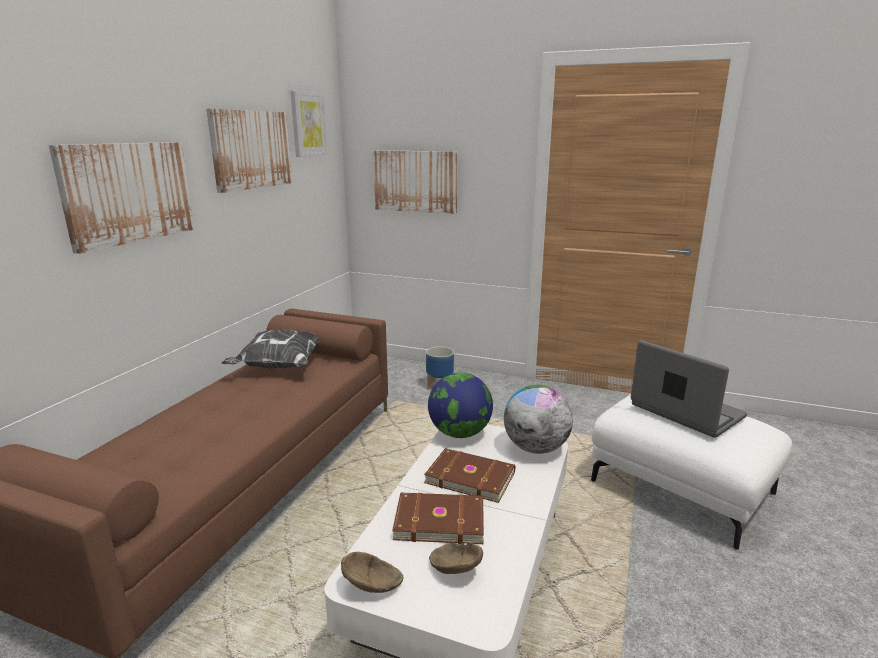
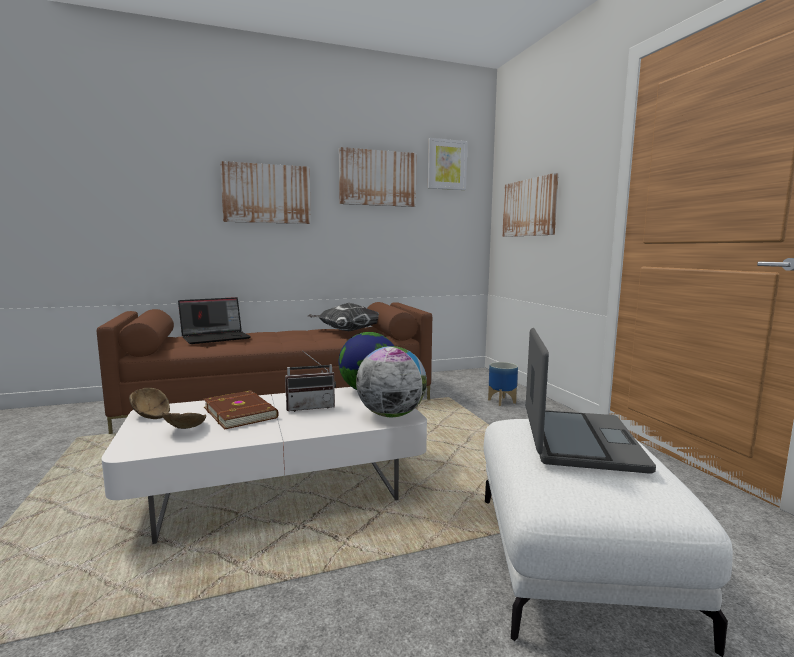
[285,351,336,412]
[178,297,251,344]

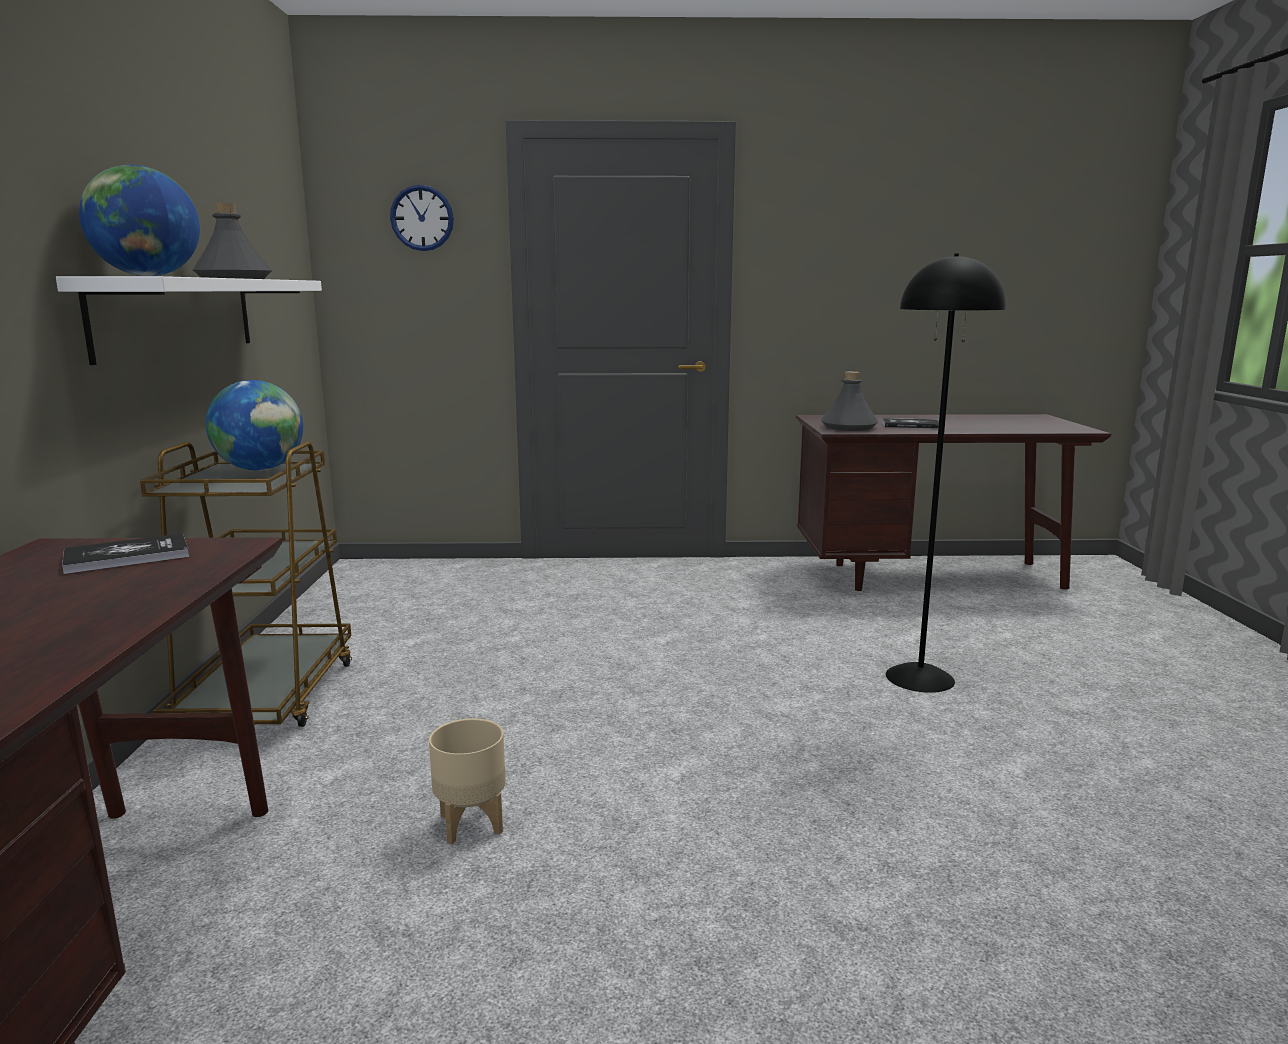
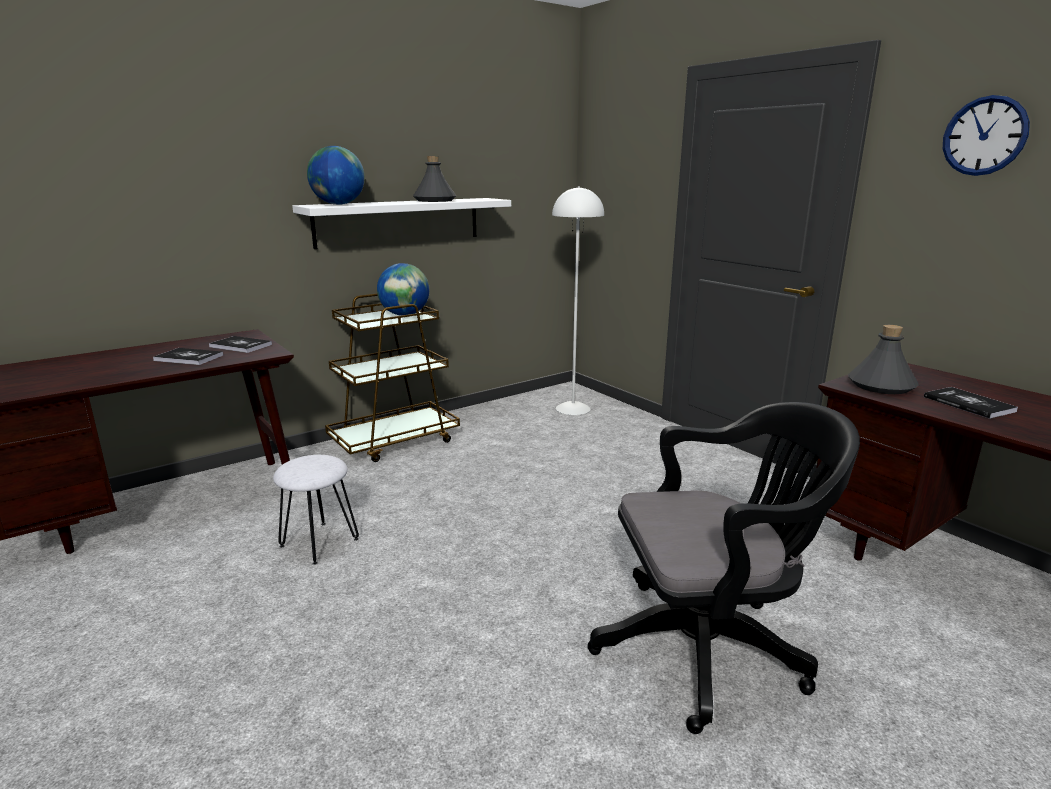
[943,95,1030,176]
[588,402,860,734]
[273,455,359,565]
[552,186,604,415]
[153,348,223,365]

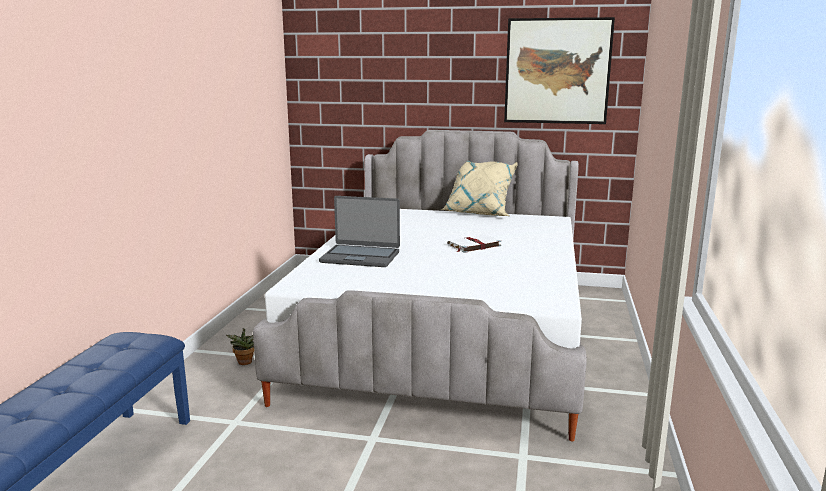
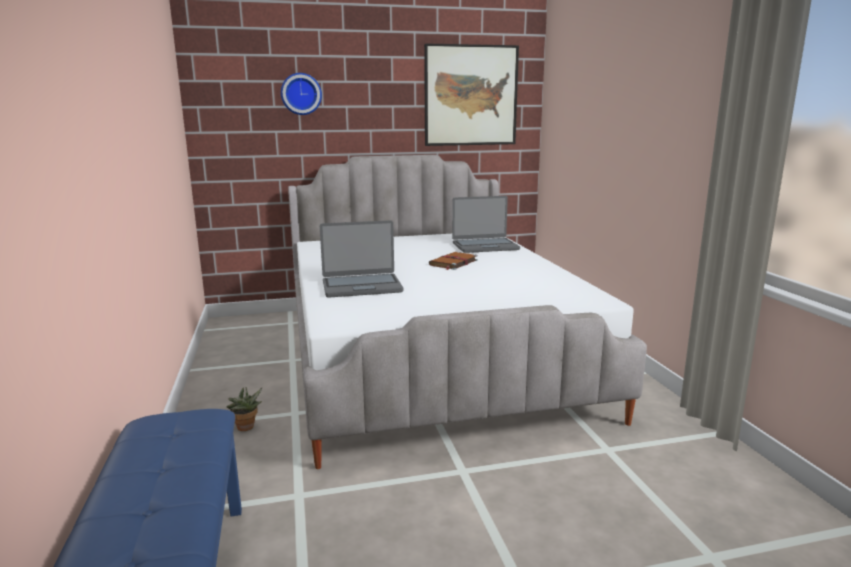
[441,161,518,216] (first image)
[429,252,478,270]
[281,73,322,115]
[452,196,520,253]

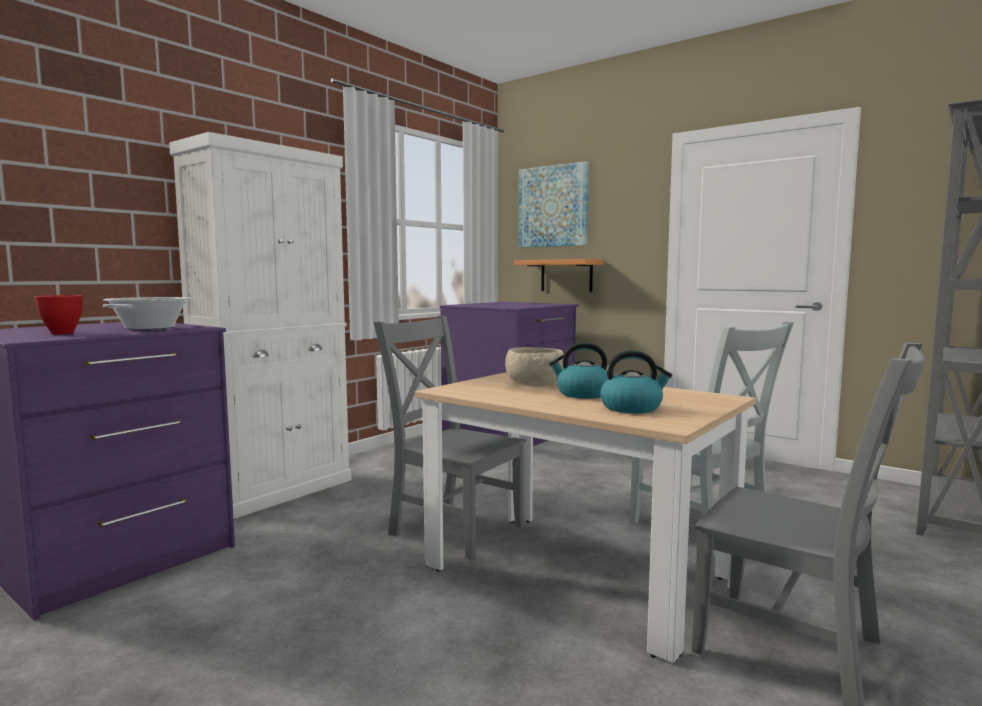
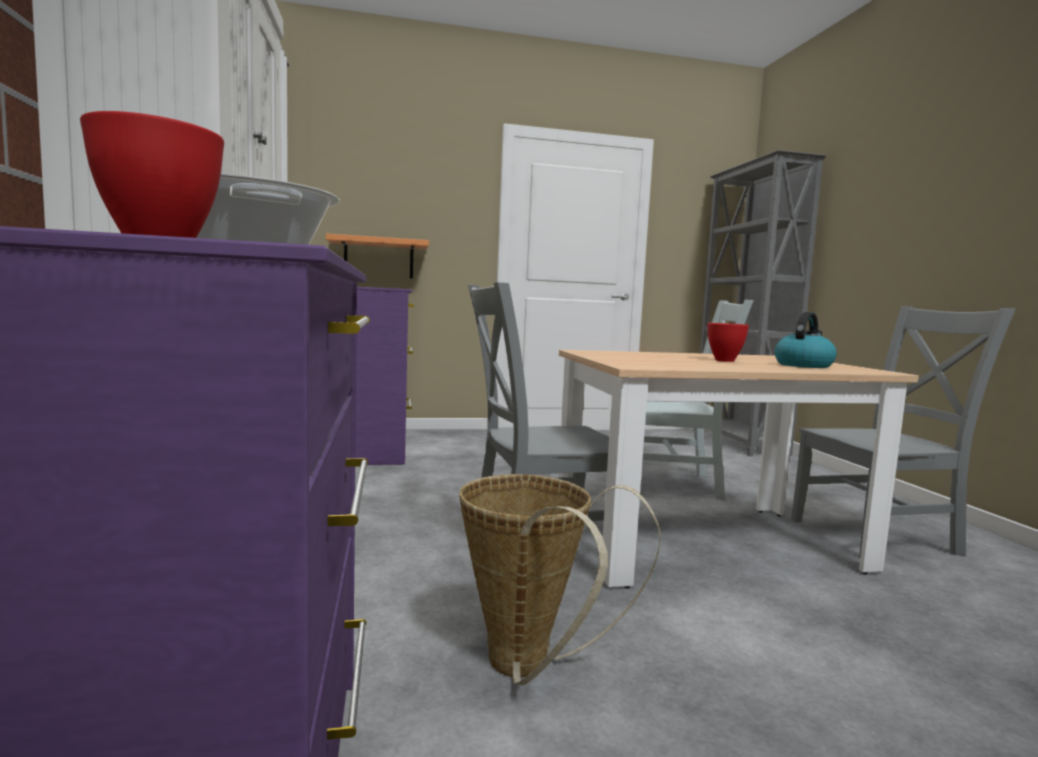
[518,161,589,247] (first image)
[707,323,749,362]
[505,347,564,387] (first image)
[459,474,661,685]

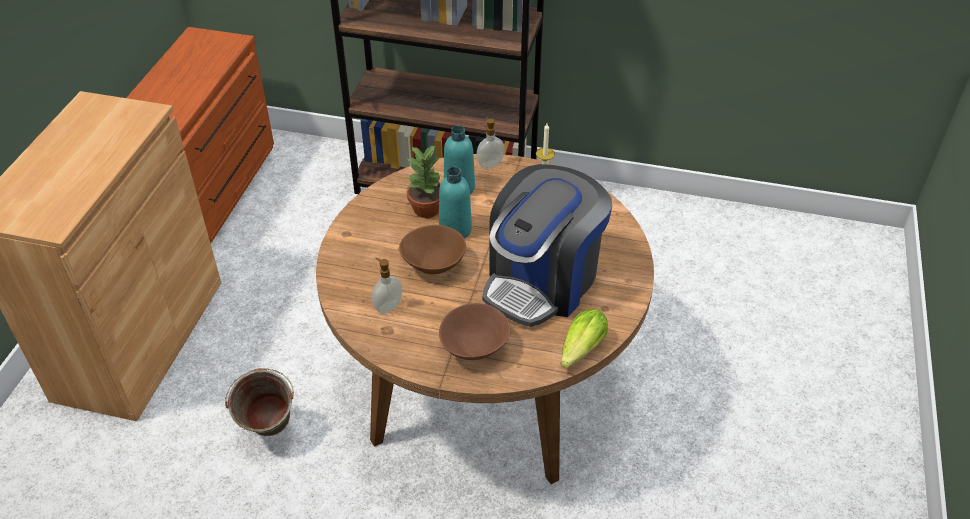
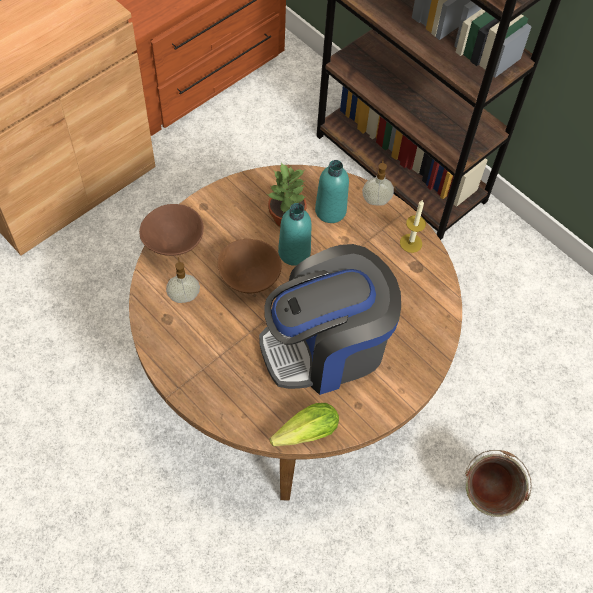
[139,204,204,256]
[465,450,532,517]

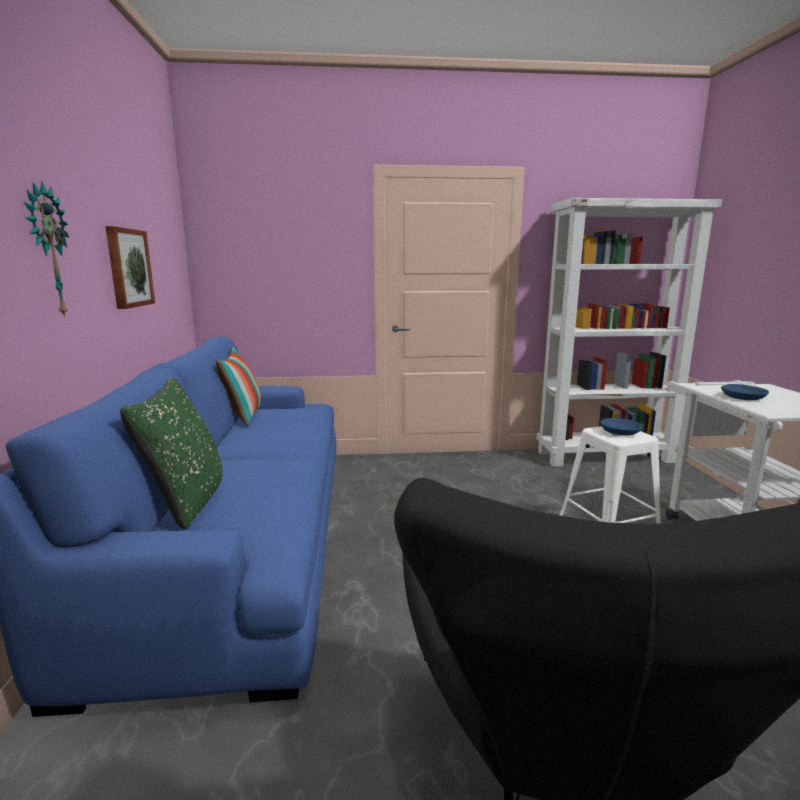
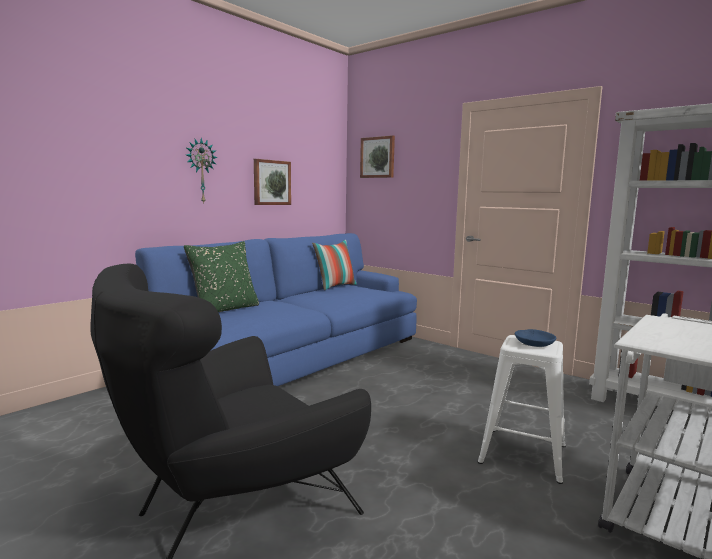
[721,384,769,400] (first image)
[360,135,395,178]

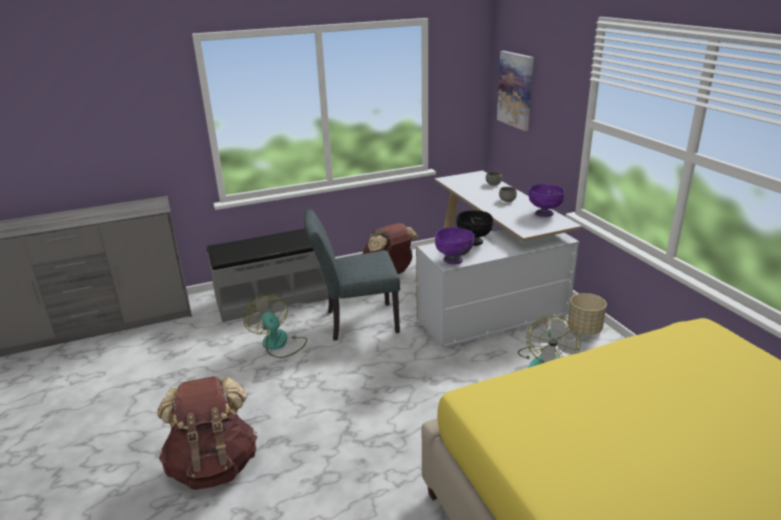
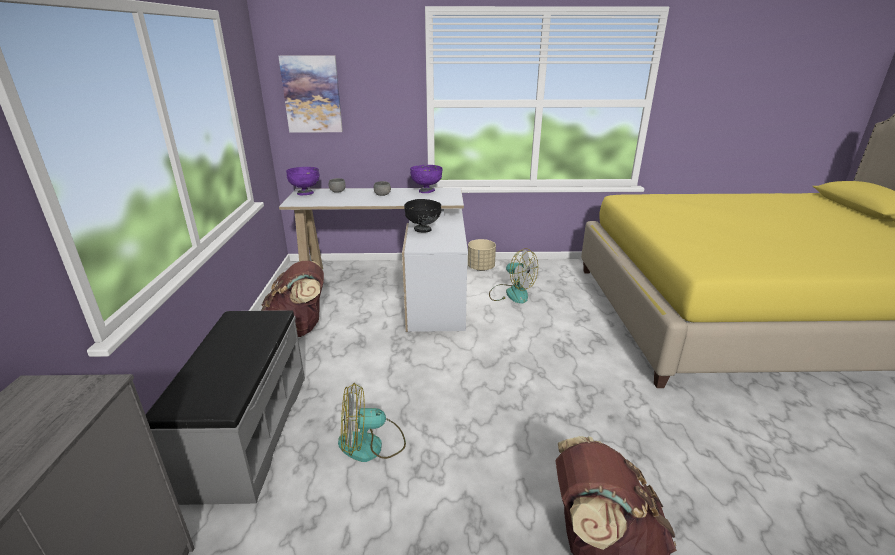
[304,209,400,341] (first image)
[286,167,320,195]

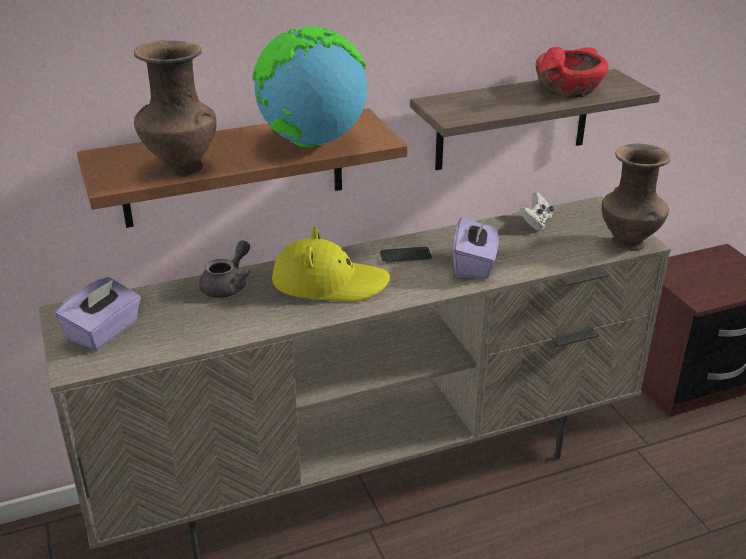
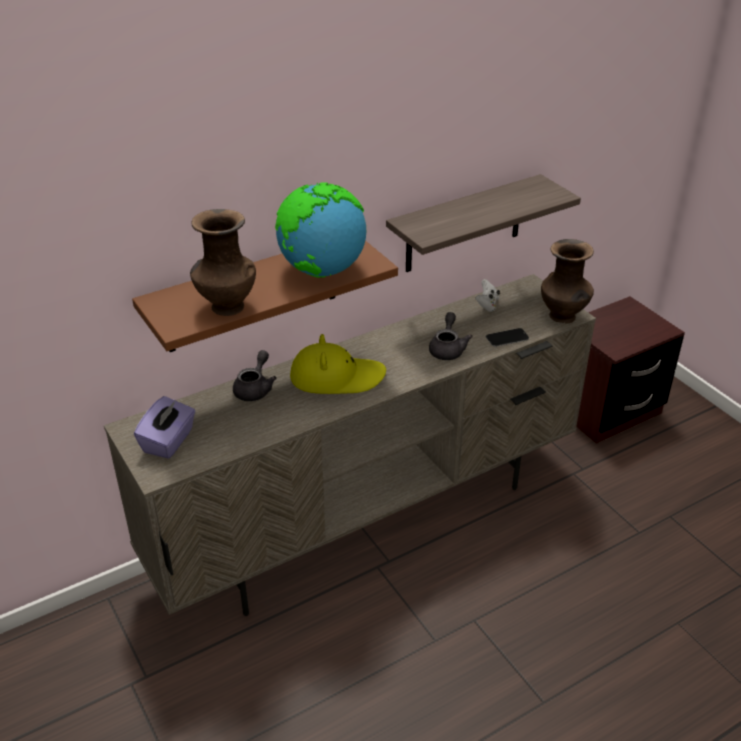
[535,47,608,98] (first image)
[429,312,473,360]
[486,328,529,347]

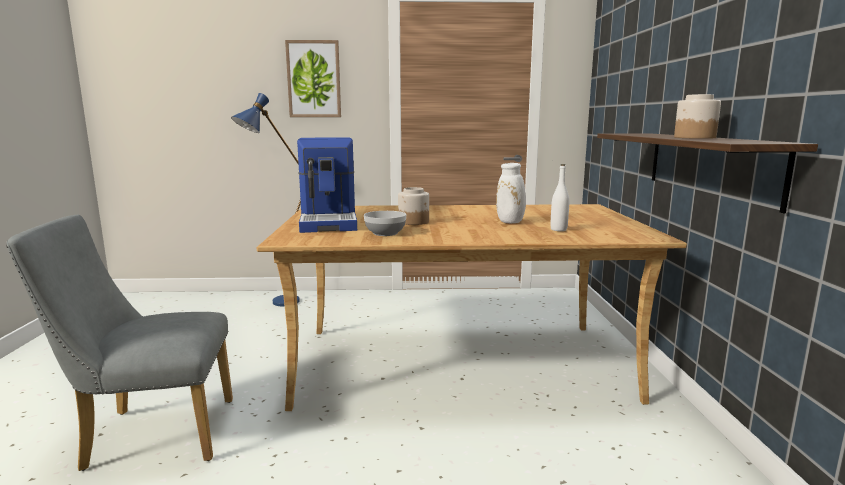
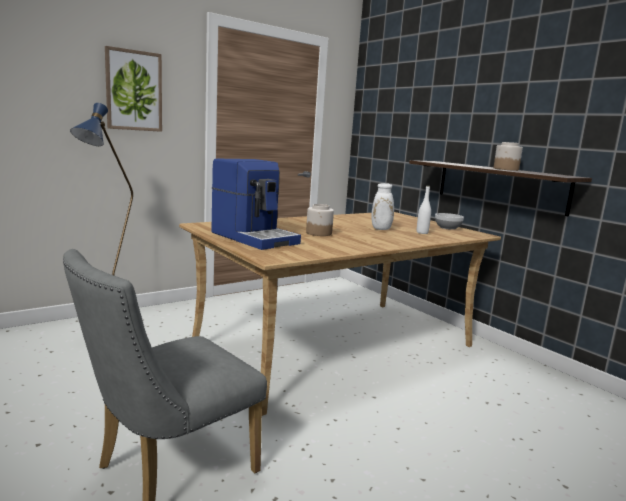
[435,213,464,230]

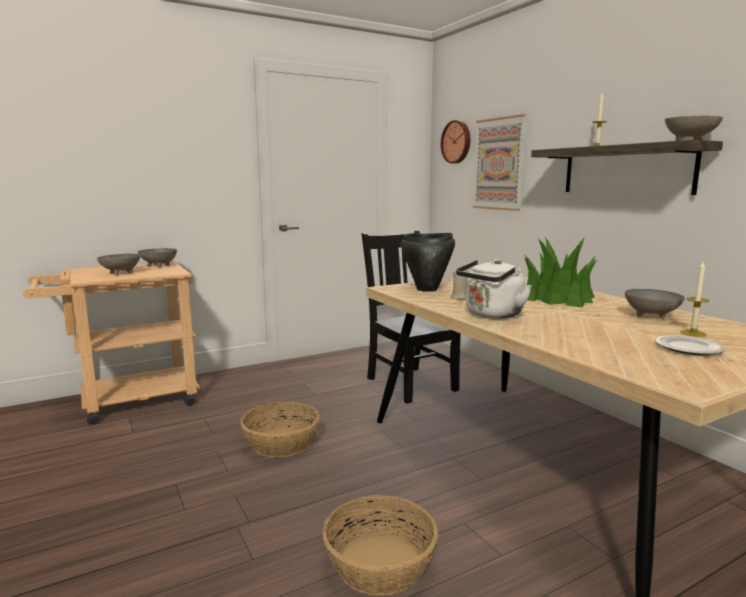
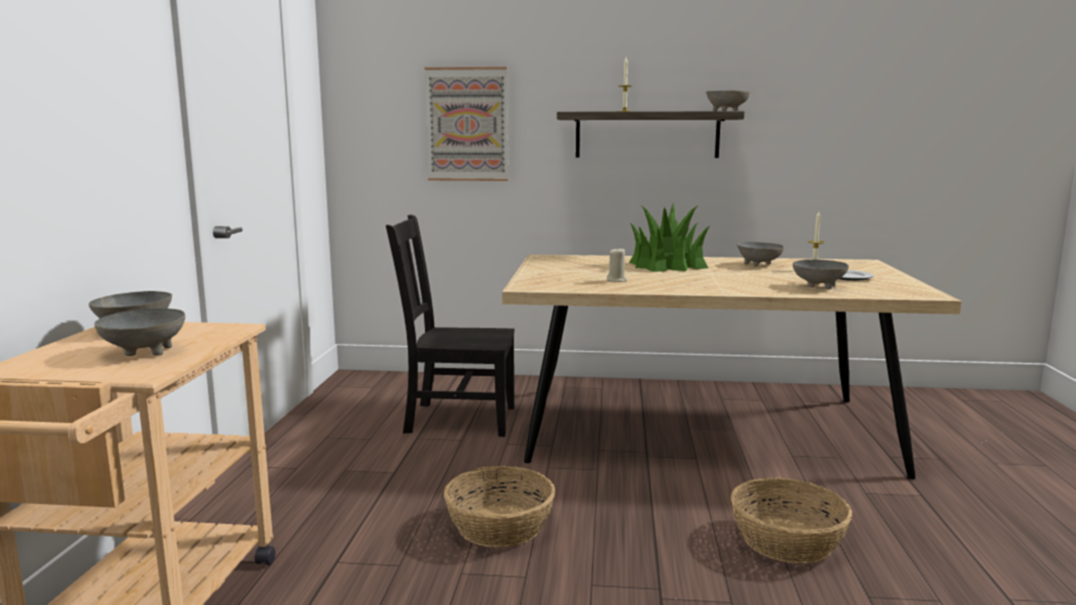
[441,120,470,164] (first image)
[401,233,455,292] (first image)
[456,259,532,318] (first image)
[793,260,849,289]

